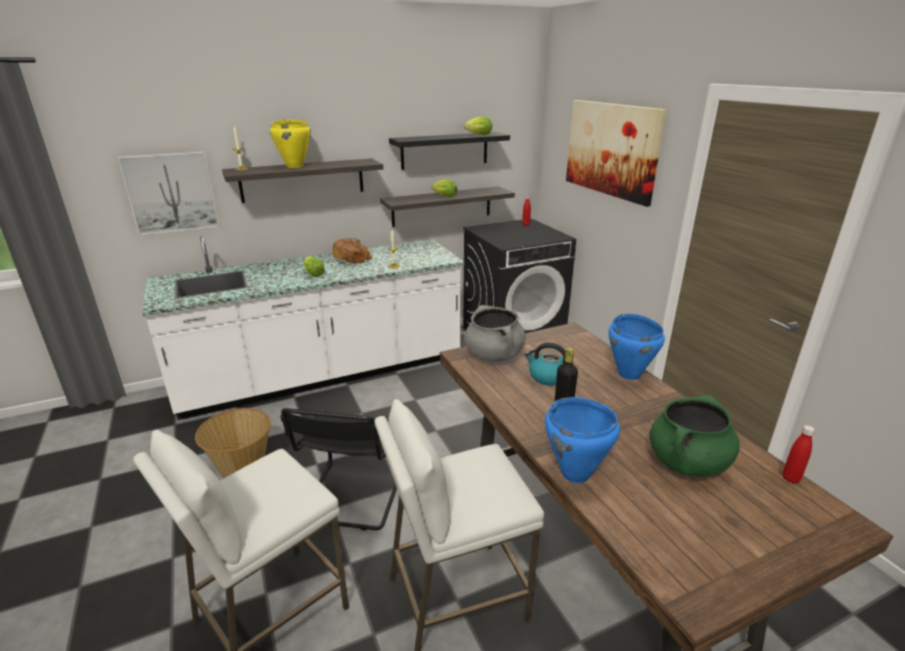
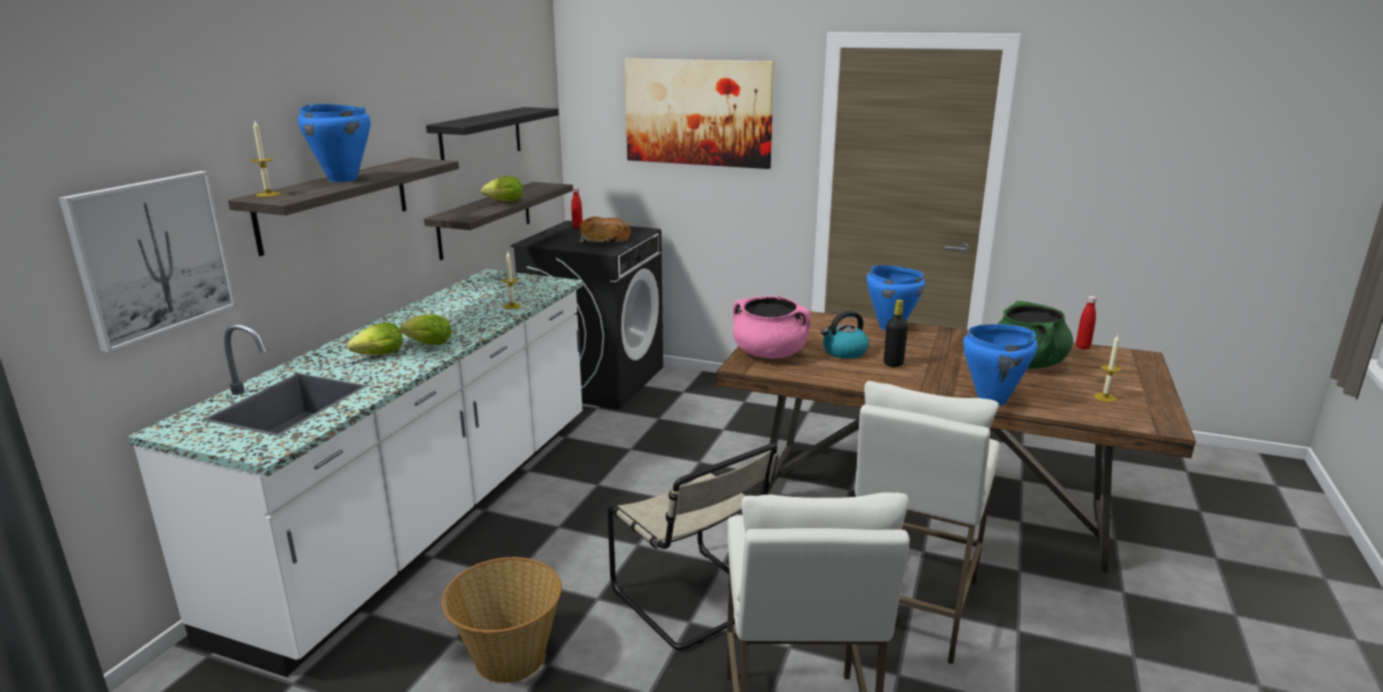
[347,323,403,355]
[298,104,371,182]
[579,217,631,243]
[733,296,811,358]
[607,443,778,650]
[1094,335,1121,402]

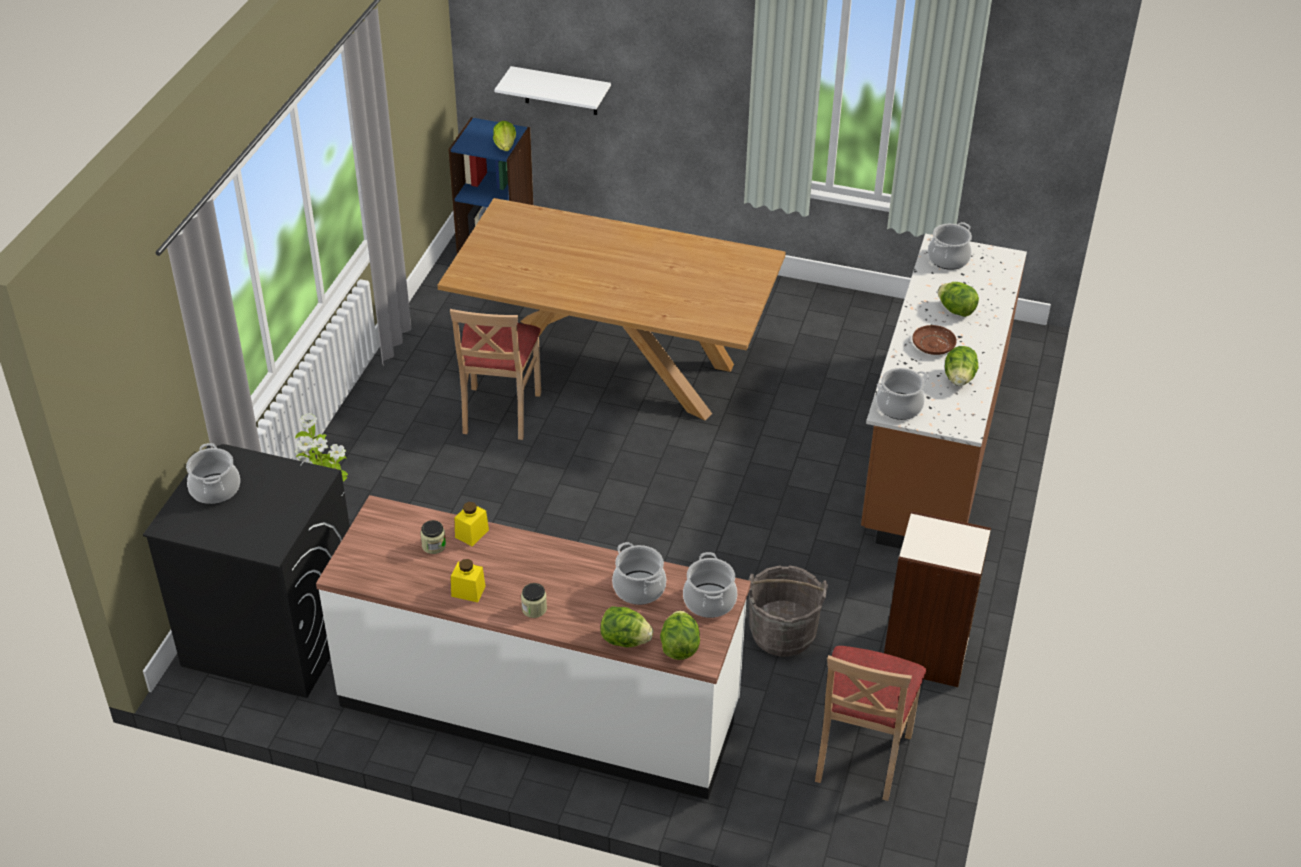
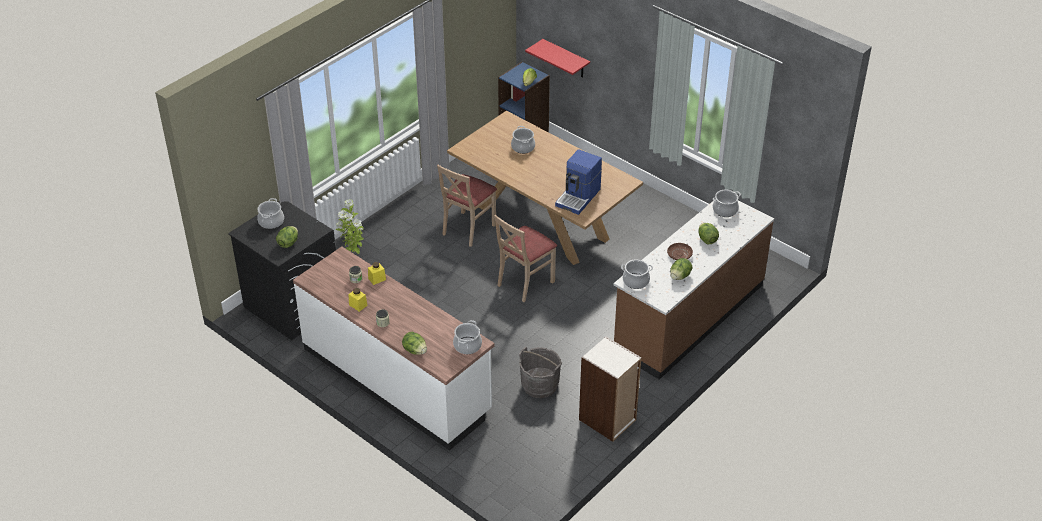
[525,39,590,78]
[511,126,535,154]
[276,226,298,248]
[494,215,557,302]
[555,150,602,215]

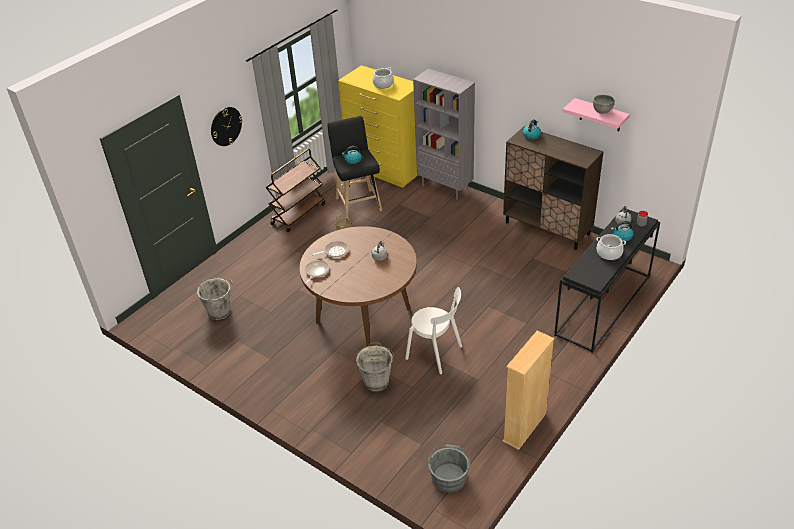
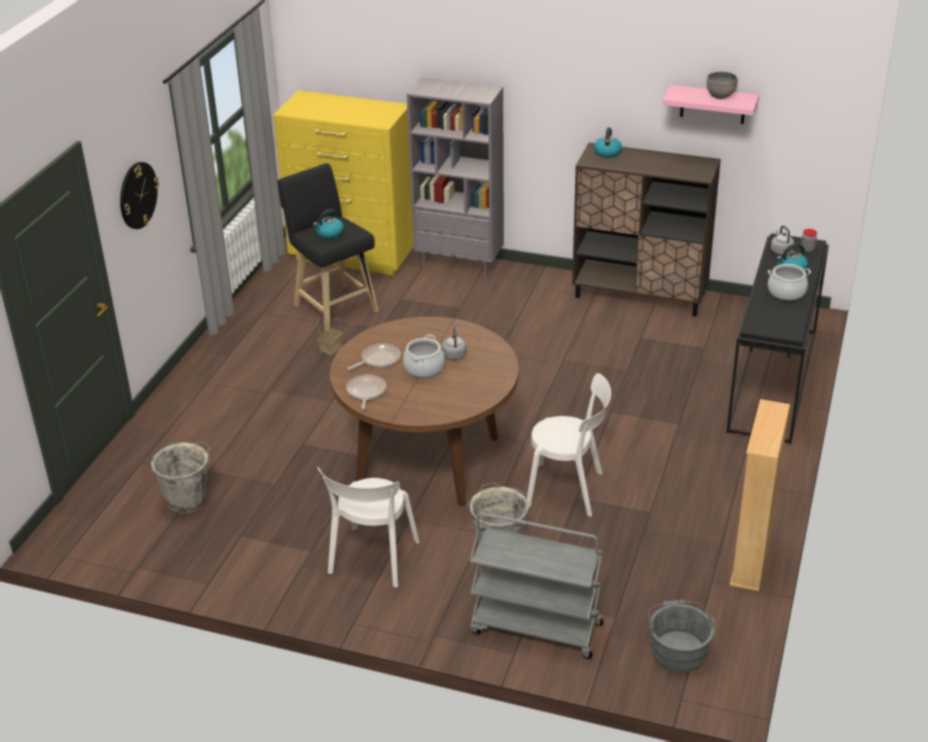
[403,335,445,378]
[265,149,325,232] (first image)
[317,467,420,588]
[470,512,604,659]

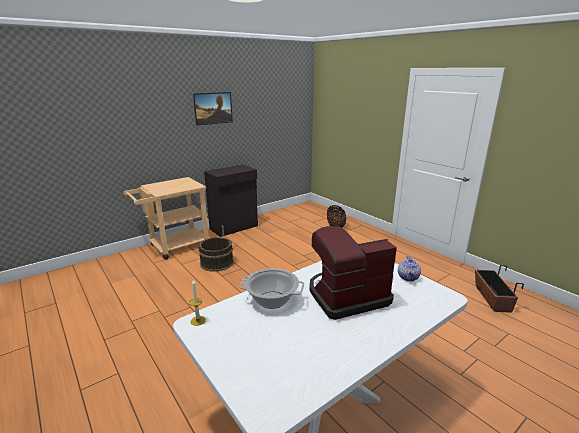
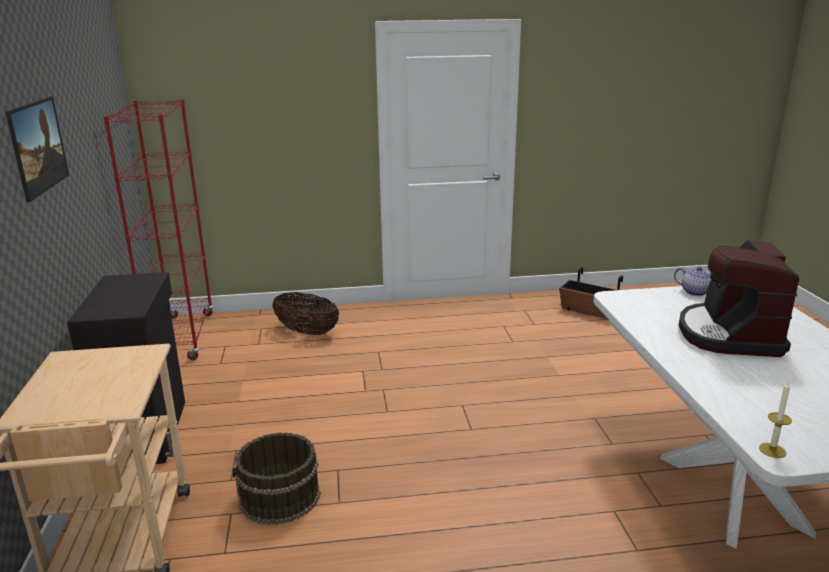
[239,268,304,309] (first image)
[103,99,214,360]

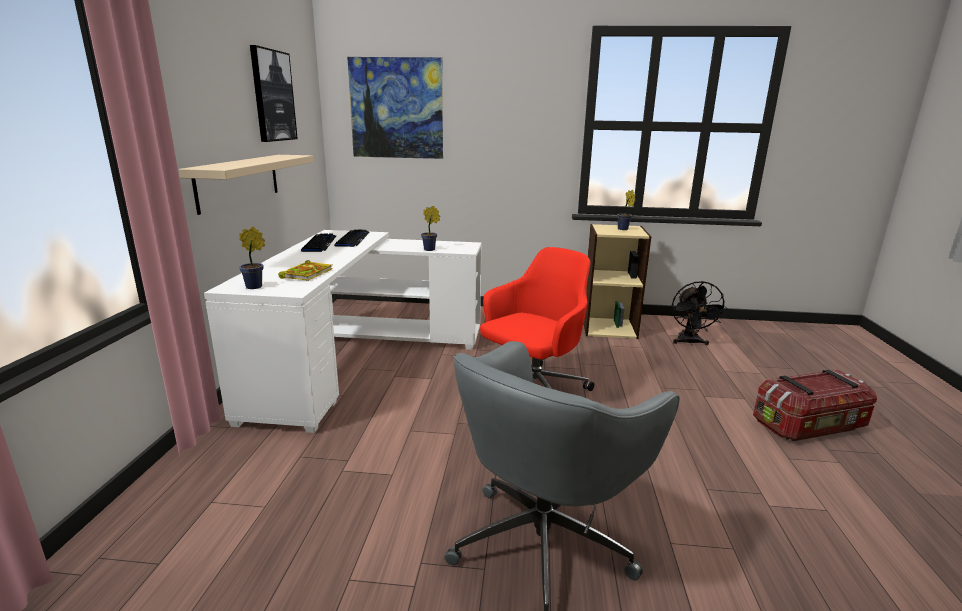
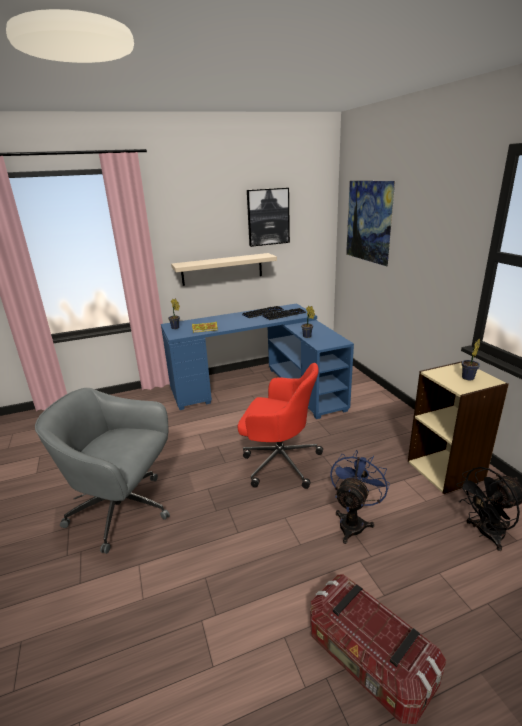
[161,303,354,419]
[330,450,390,544]

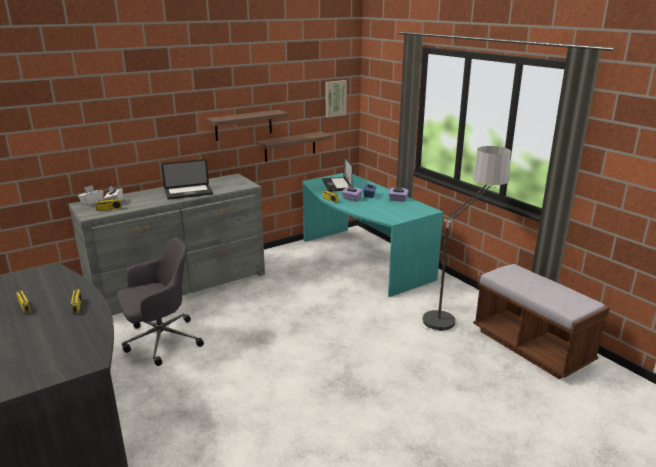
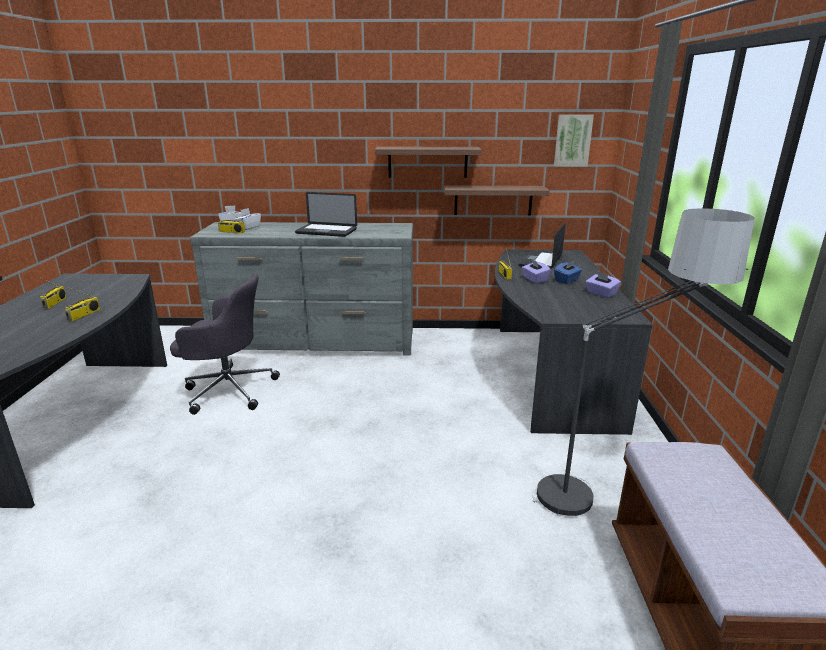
[495,250,653,435]

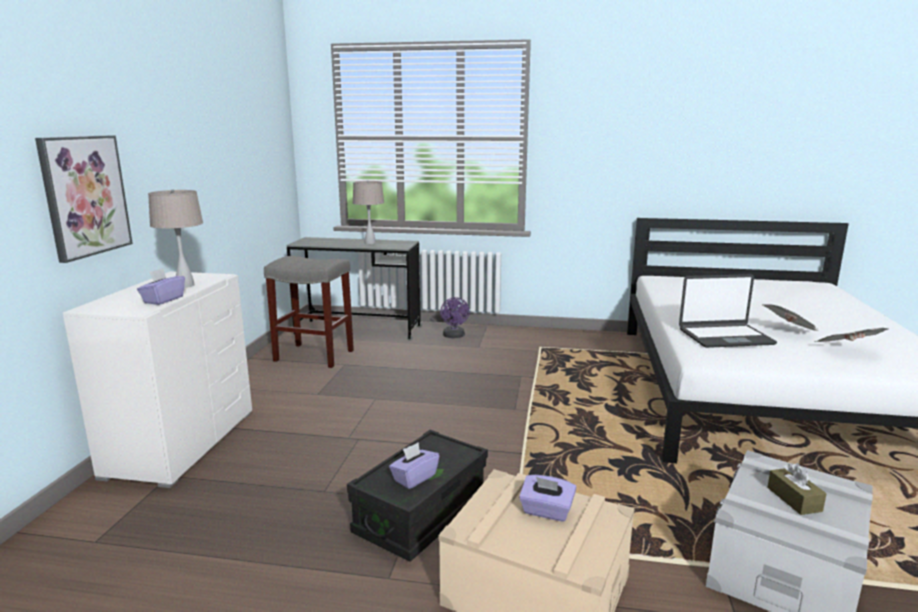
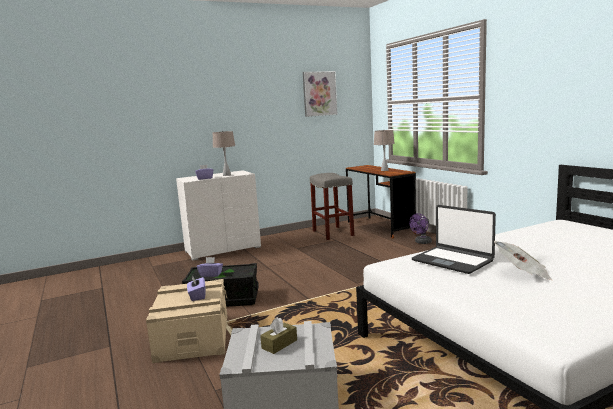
[303,71,338,117]
[346,165,416,239]
[814,328,888,342] (first image)

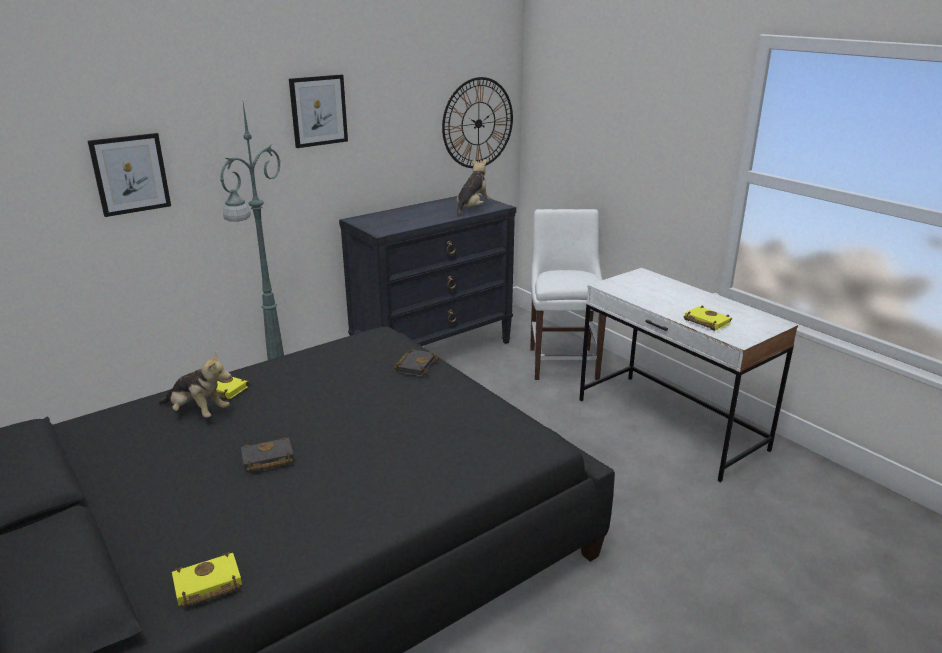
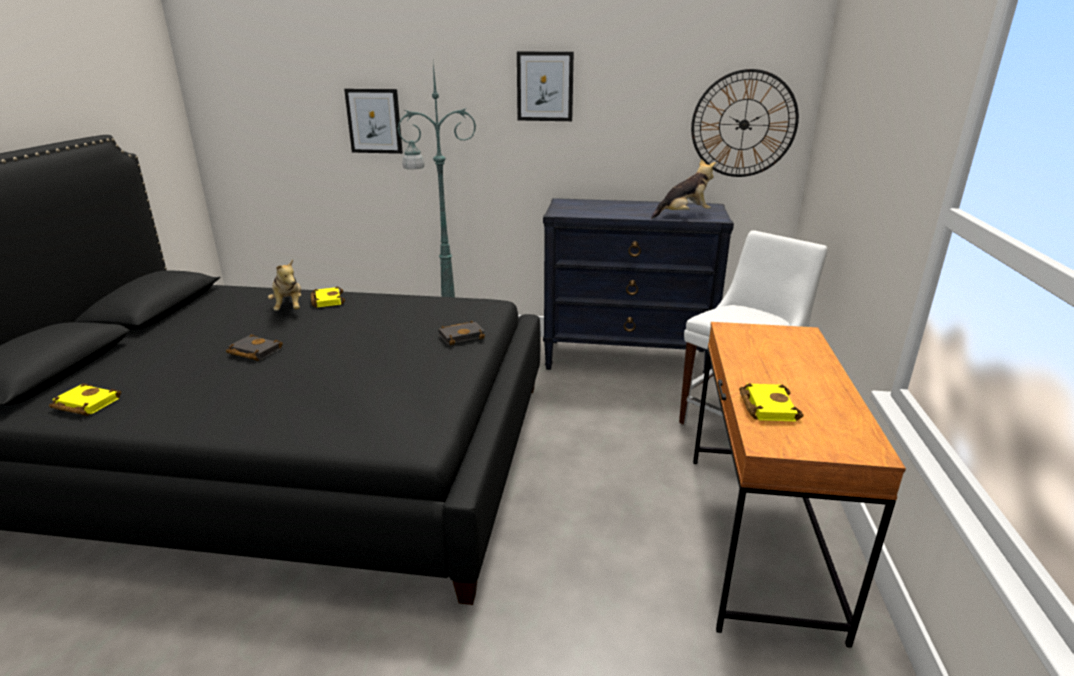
[693,322,906,647]

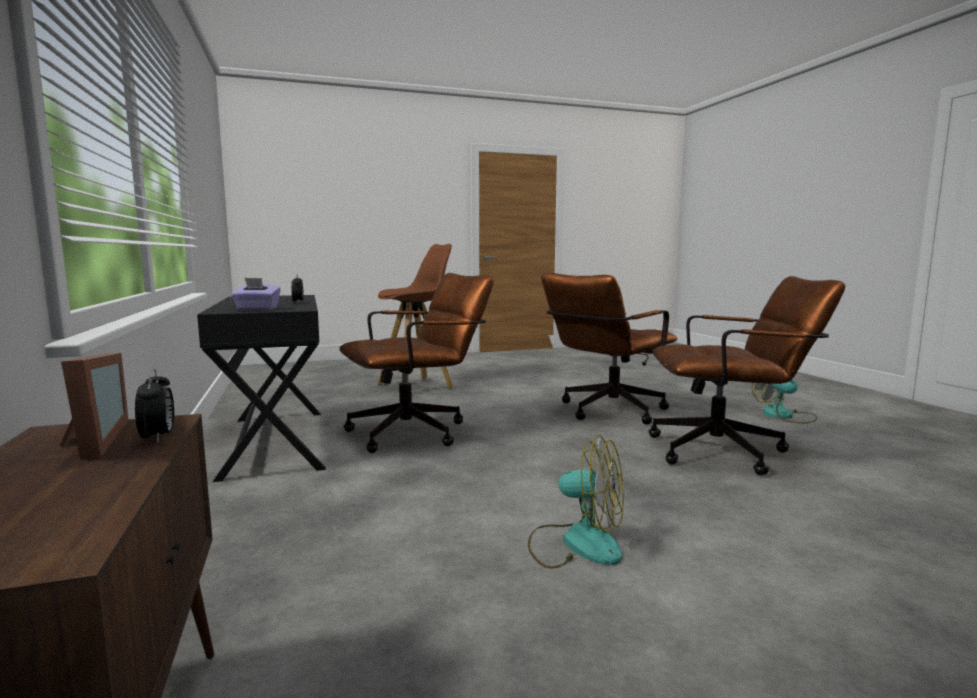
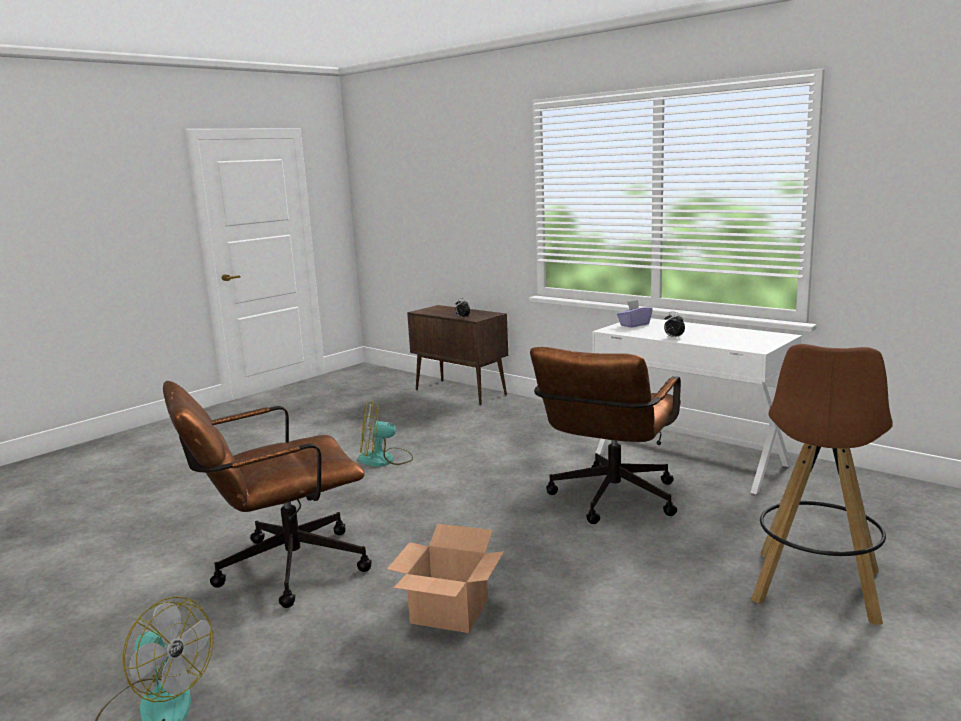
[387,524,504,633]
[592,318,802,494]
[59,353,128,460] (first image)

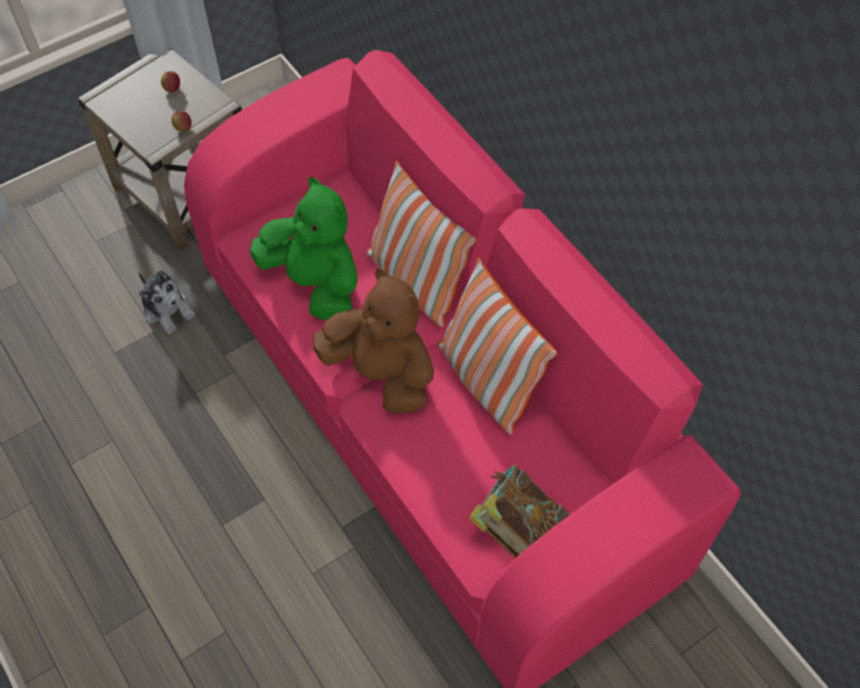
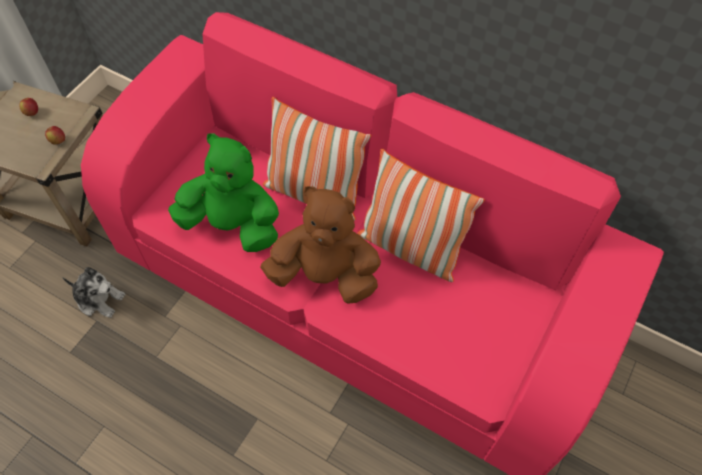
[469,465,569,558] (first image)

